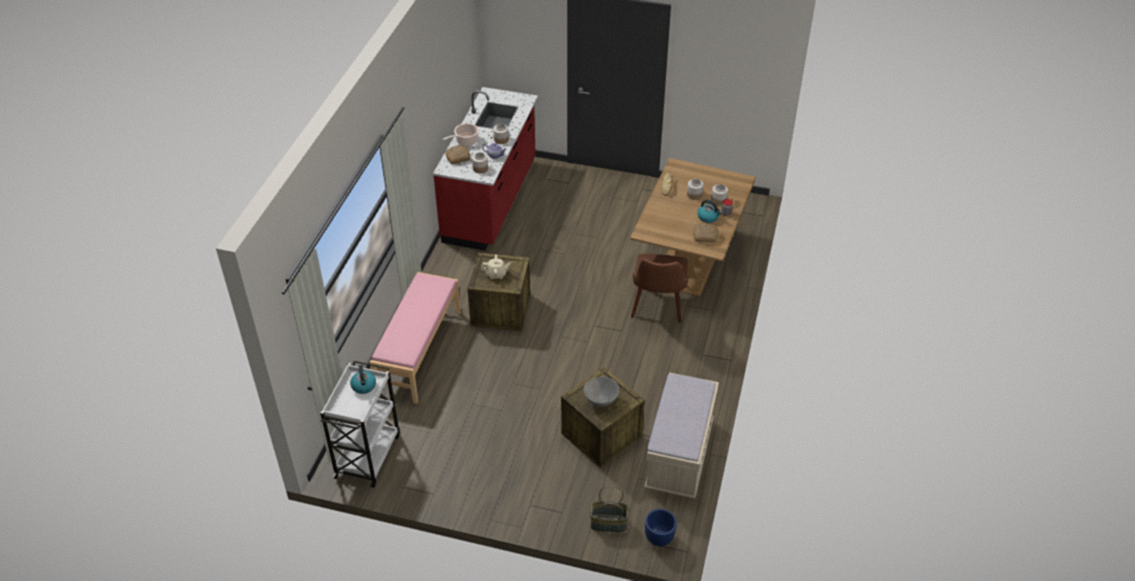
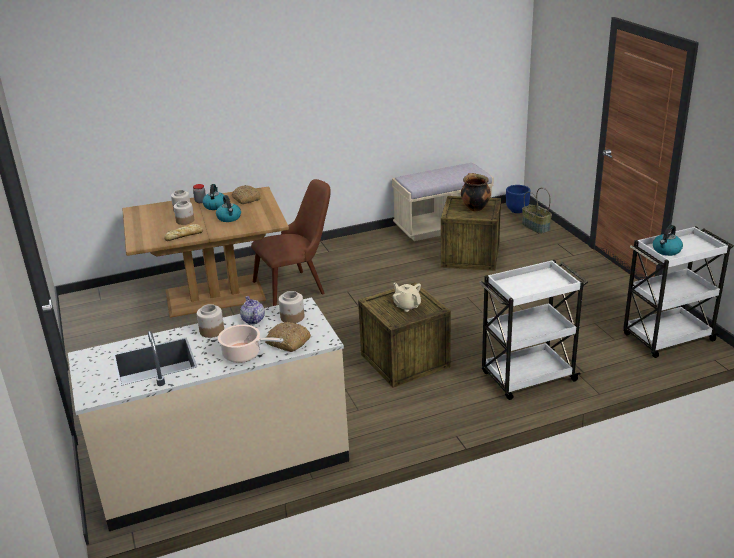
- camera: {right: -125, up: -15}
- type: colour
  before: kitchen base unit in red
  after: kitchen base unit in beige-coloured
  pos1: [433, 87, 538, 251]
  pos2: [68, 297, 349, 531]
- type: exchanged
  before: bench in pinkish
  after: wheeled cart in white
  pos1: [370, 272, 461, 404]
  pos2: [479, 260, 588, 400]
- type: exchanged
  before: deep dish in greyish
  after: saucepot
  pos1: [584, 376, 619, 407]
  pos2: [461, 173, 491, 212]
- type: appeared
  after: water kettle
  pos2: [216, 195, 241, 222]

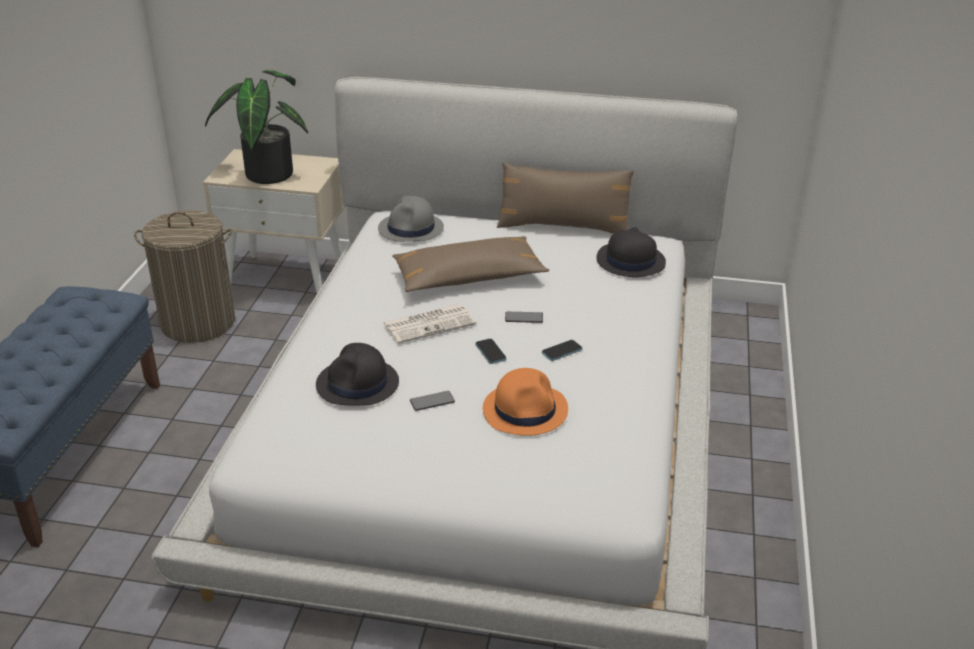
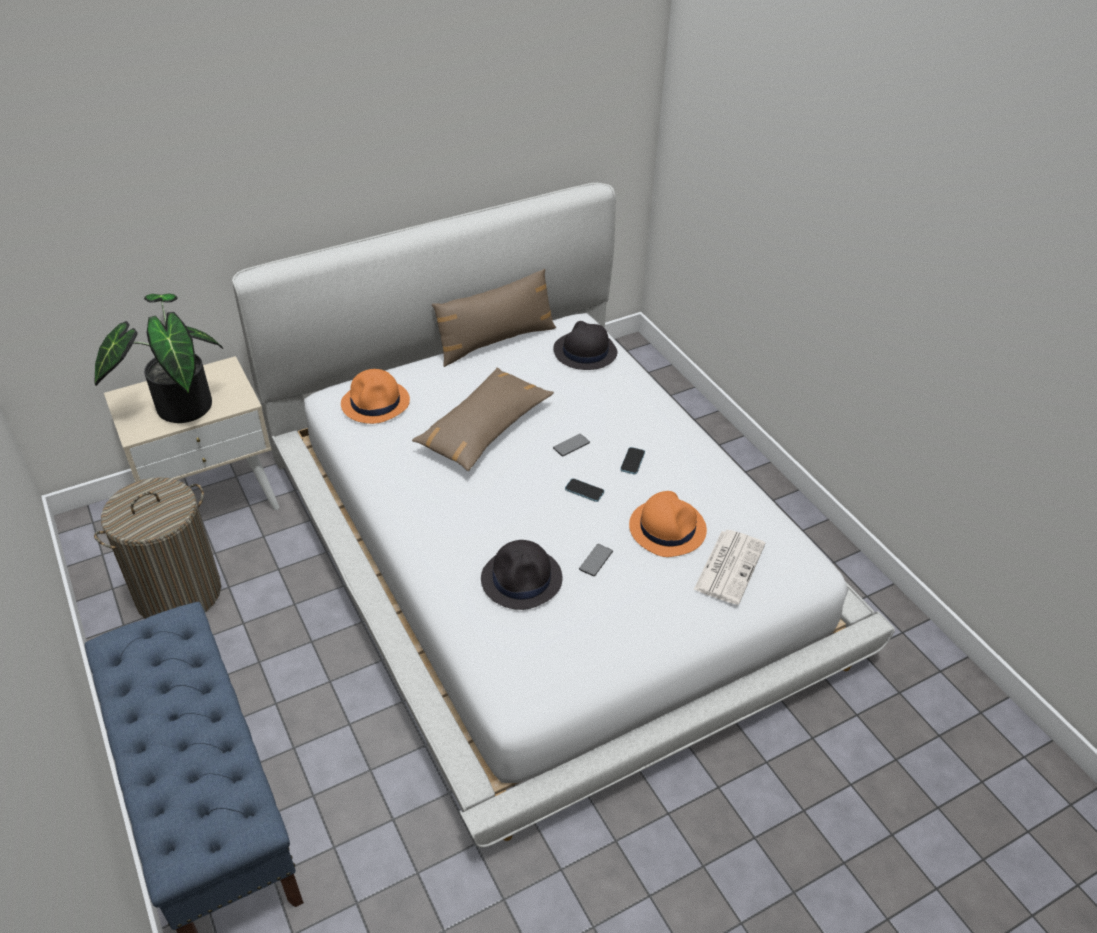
- camera: {right: -40, up: 10}
- type: colour
  before: clothing hat in greyish
  after: clothing hat in orangey
  pos1: [378, 196, 444, 242]
  pos2: [341, 369, 410, 424]
- type: relocated
  before: printed paper
  pos1: [383, 304, 477, 344]
  pos2: [693, 530, 765, 605]

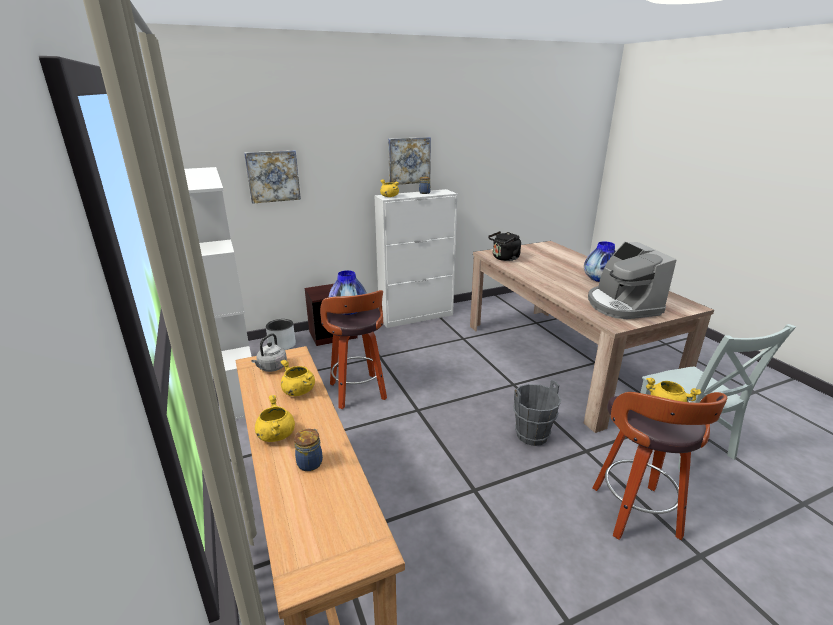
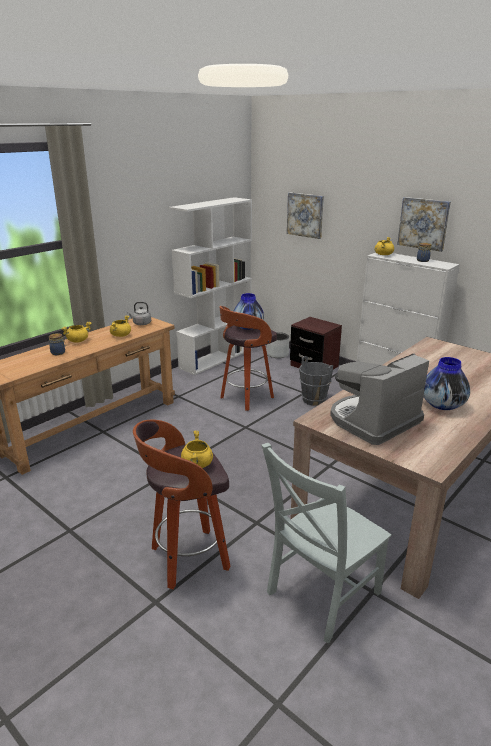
- camera: {right: 65, up: 0}
- type: missing
  before: water kettle in black
  pos1: [488, 231, 521, 261]
- type: relocated
  before: water bucket in greyish
  pos1: [513, 380, 561, 446]
  pos2: [299, 356, 333, 406]

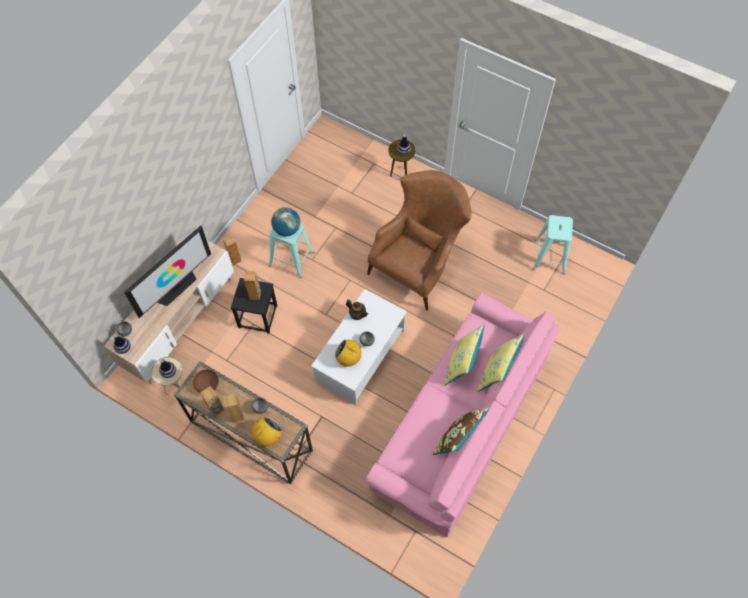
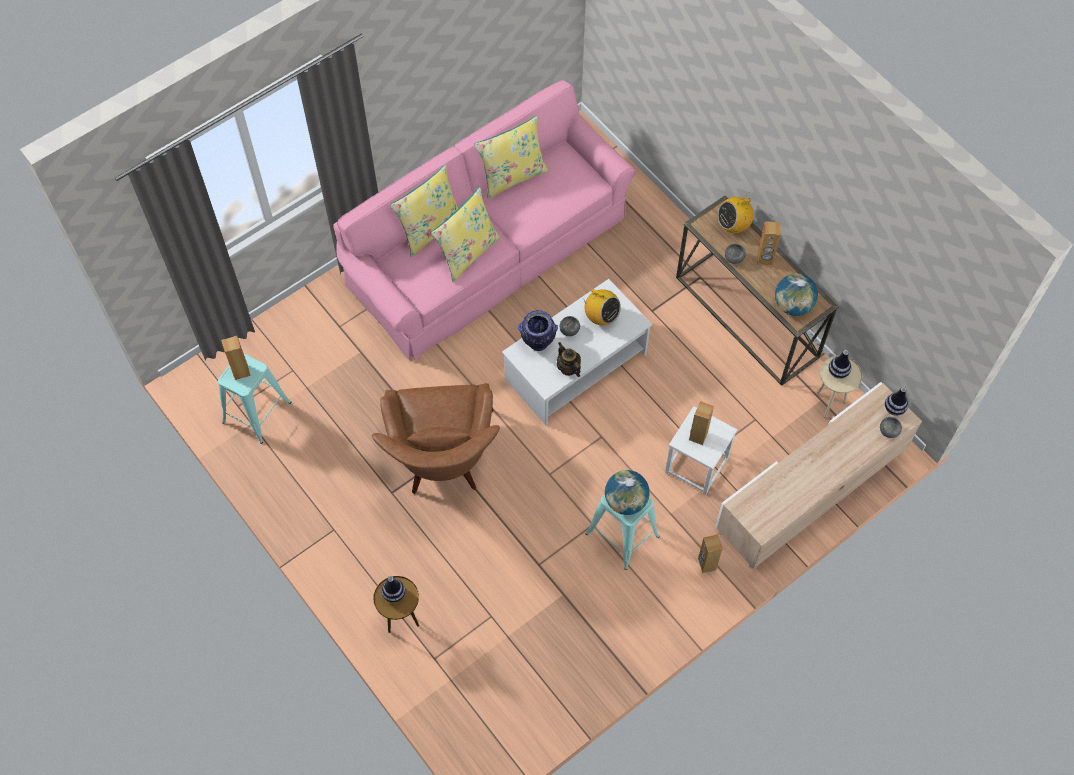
- camera: {right: -160, up: 0}
- type: spun
  before: armchair in brown
  pos1: [367, 170, 472, 311]
  pos2: [372, 383, 500, 494]
  turn: -60
- type: missing
  before: TV
  pos1: [124, 226, 211, 318]
- type: colour
  before: stool in black
  after: stool in white
  pos1: [231, 278, 277, 334]
  pos2: [665, 406, 737, 495]
- type: exchanged
  before: deep dish in brown
  after: globe
  pos1: [193, 369, 219, 393]
  pos2: [775, 273, 818, 316]
- type: relocated
  before: audio speaker in brown
  pos1: [200, 386, 224, 417]
  pos2: [221, 336, 251, 380]
- type: colour
  before: cushion in brown
  after: cushion in yellow-coloured
  pos1: [433, 408, 489, 455]
  pos2: [474, 116, 548, 199]
- type: appeared
  after: vase
  pos2: [518, 310, 558, 351]

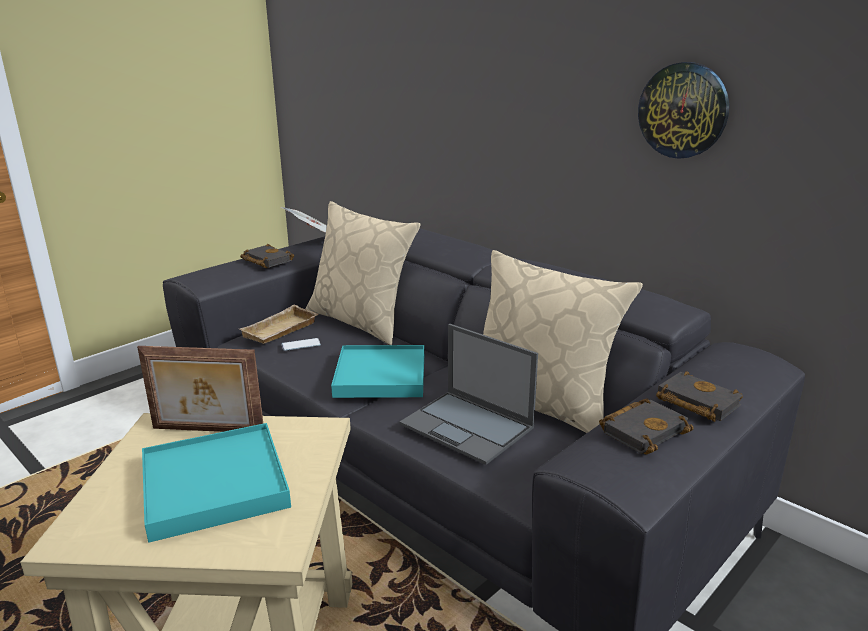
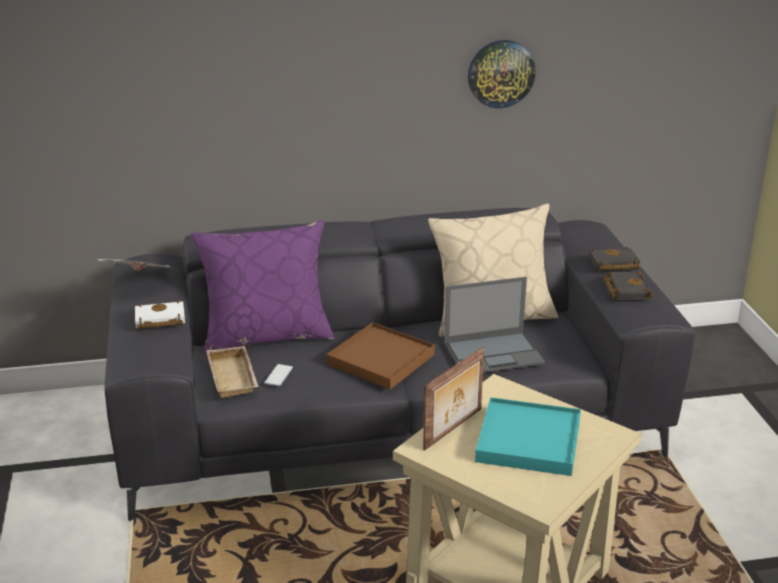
- camera: {right: -55, up: 5}
- type: colour
  before: cushion in beige-coloured
  after: cushion in purple-coloured
  pos1: [306, 201, 421, 345]
  pos2: [191, 220, 334, 354]
- type: colour
  before: book in black
  after: book in white
  pos1: [240, 244, 294, 268]
  pos2: [135, 300, 185, 330]
- type: colour
  before: serving tray in turquoise
  after: serving tray in brown
  pos1: [331, 345, 424, 398]
  pos2: [326, 322, 435, 389]

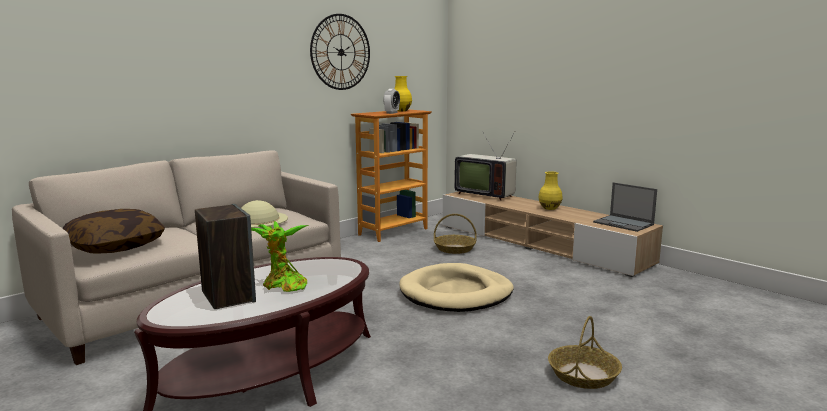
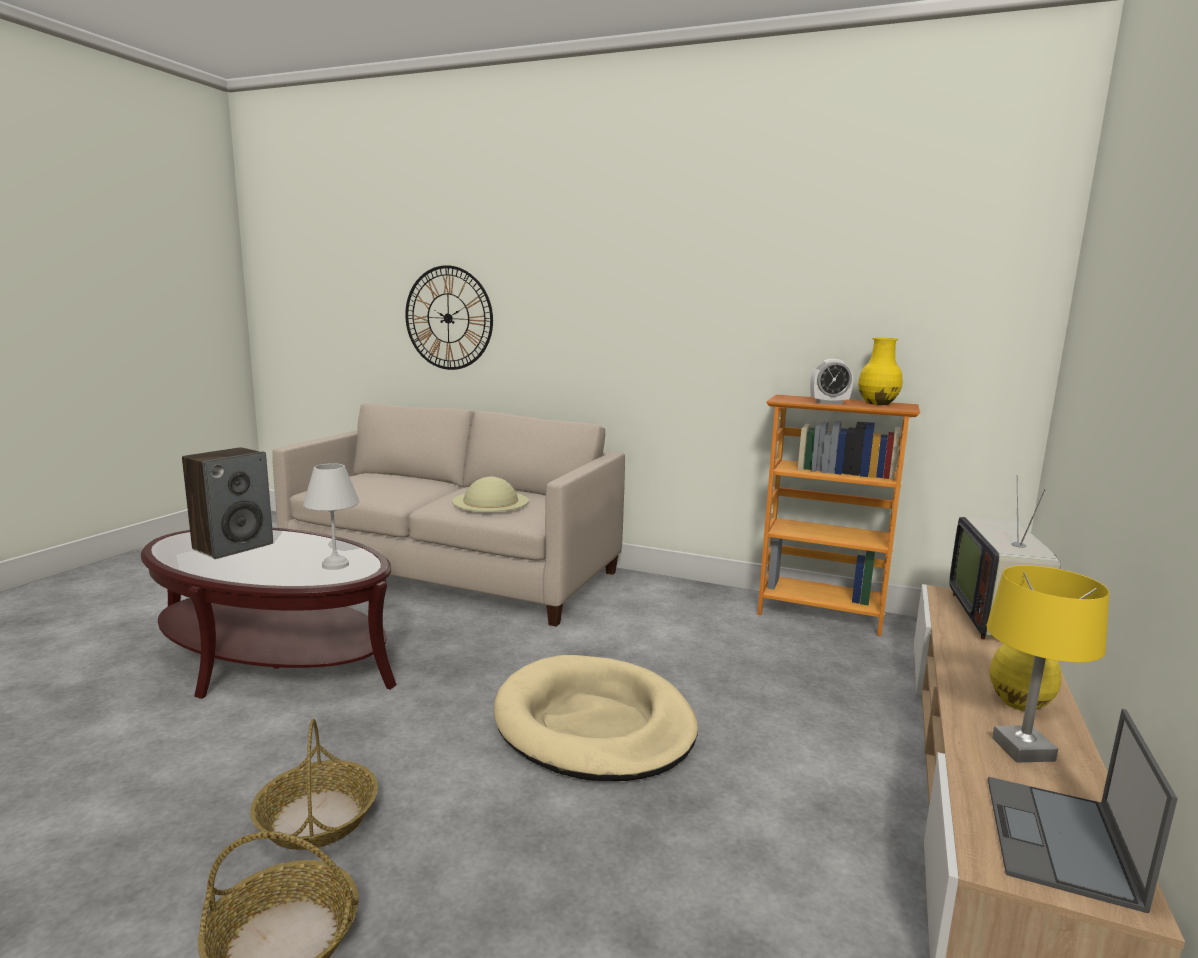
- camera: {right: 65, up: 0}
- type: relocated
  before: wall clock
  pos1: [310, 14, 370, 90]
  pos2: [405, 265, 493, 370]
- type: missing
  before: cushion
  pos1: [62, 209, 165, 254]
- type: relocated
  before: storage basket
  pos1: [434, 214, 477, 254]
  pos2: [250, 719, 378, 850]
- type: missing
  before: houseplant
  pos1: [251, 221, 309, 292]
- type: appeared
  after: table lamp in white
  pos2: [303, 463, 360, 570]
- type: appeared
  after: table lamp in yellow-coloured
  pos2: [986, 565, 1109, 762]

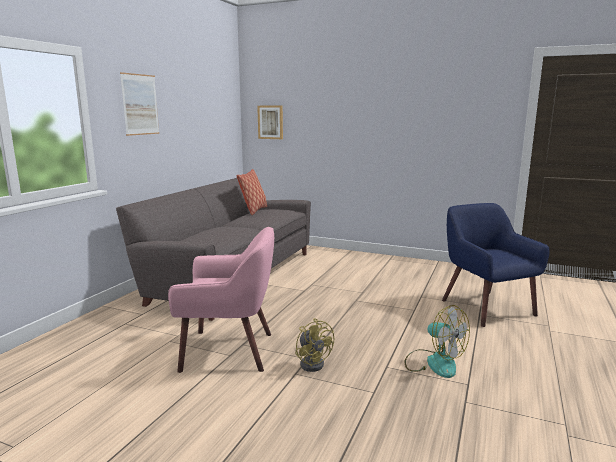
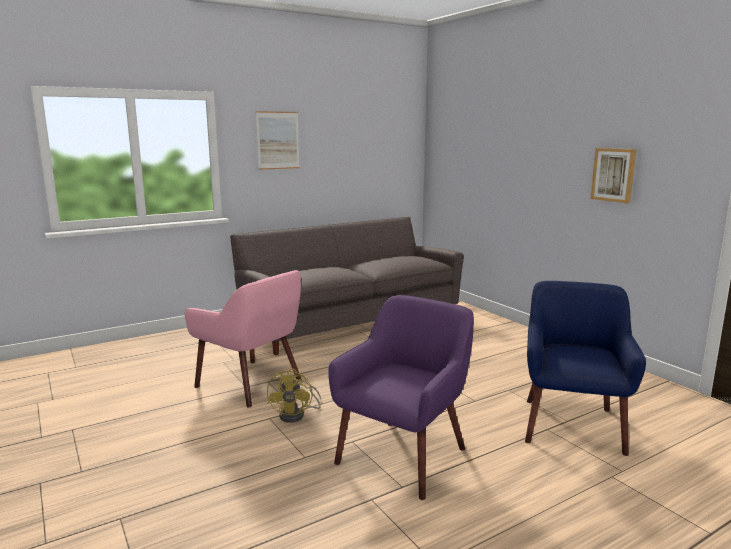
- camera: {right: 35, up: 0}
- type: relocated
  before: wall picture
  pos1: [257, 106, 283, 139]
  pos2: [591, 148, 636, 203]
- type: missing
  before: cushion
  pos1: [237, 169, 267, 215]
- type: exchanged
  before: electric fan
  after: armchair in purple-coloured
  pos1: [405, 305, 470, 378]
  pos2: [328, 295, 474, 500]

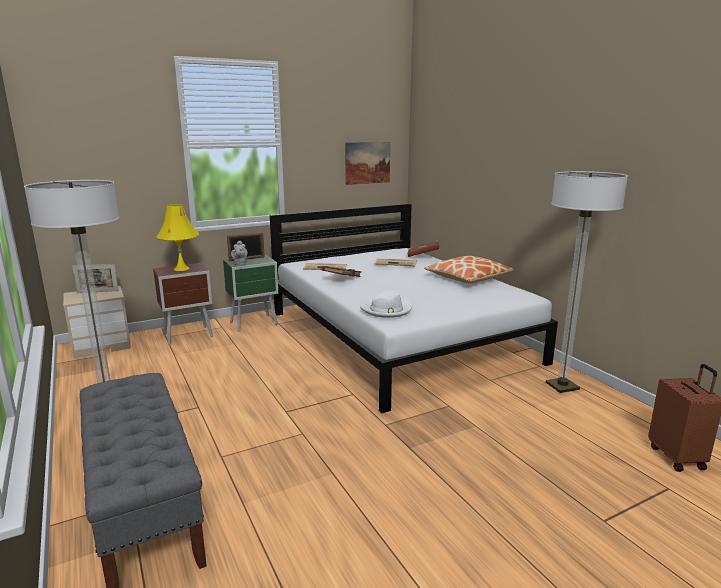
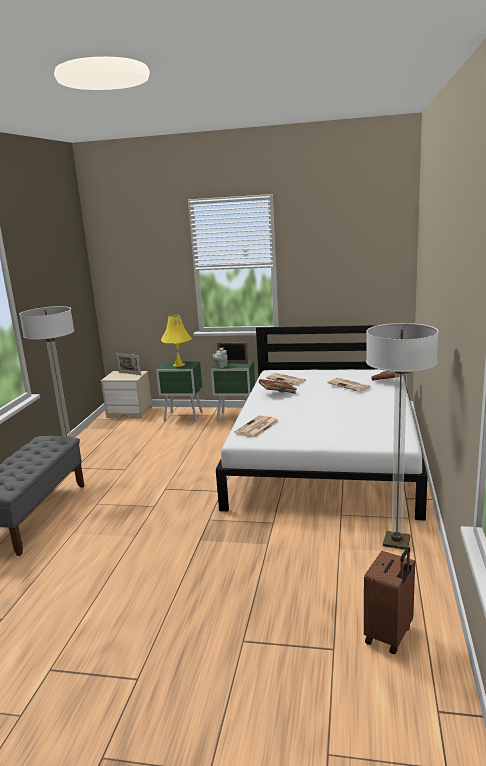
- camera: {right: 40, up: 0}
- type: missing
  before: wall picture
  pos1: [345, 142, 390, 185]
- type: missing
  before: cushion
  pos1: [424, 256, 515, 284]
- type: colour
  before: nightstand in brown
  after: nightstand in greenish
  pos1: [153, 263, 213, 345]
  pos2: [156, 361, 203, 422]
- type: exchanged
  before: clothing hat in white
  after: printed paper
  pos1: [360, 290, 412, 318]
  pos2: [234, 415, 279, 438]

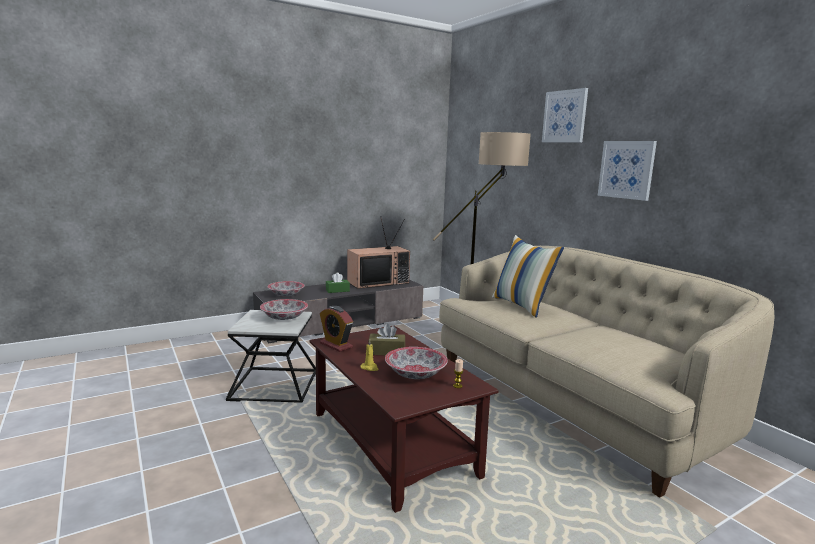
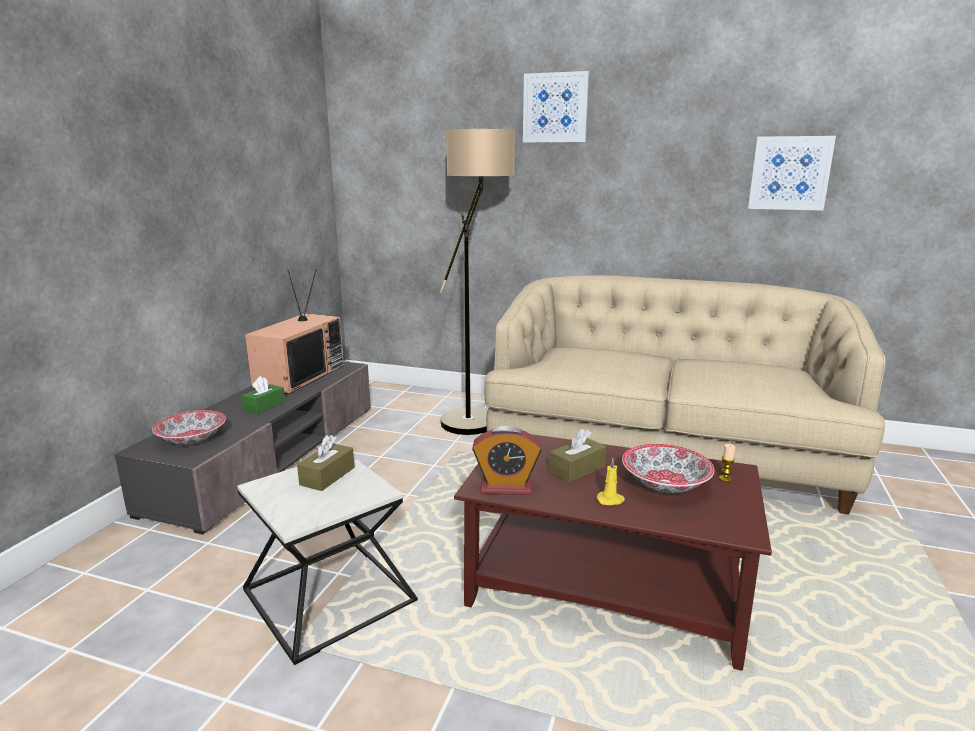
- camera: {right: -40, up: 5}
- type: relocated
  before: wall picture
  pos1: [598, 141, 657, 201]
  pos2: [748, 136, 836, 210]
- type: missing
  before: cushion
  pos1: [492, 235, 564, 318]
- type: exchanged
  before: deep dish
  after: box of tissues in brown
  pos1: [260, 299, 308, 320]
  pos2: [297, 435, 355, 491]

